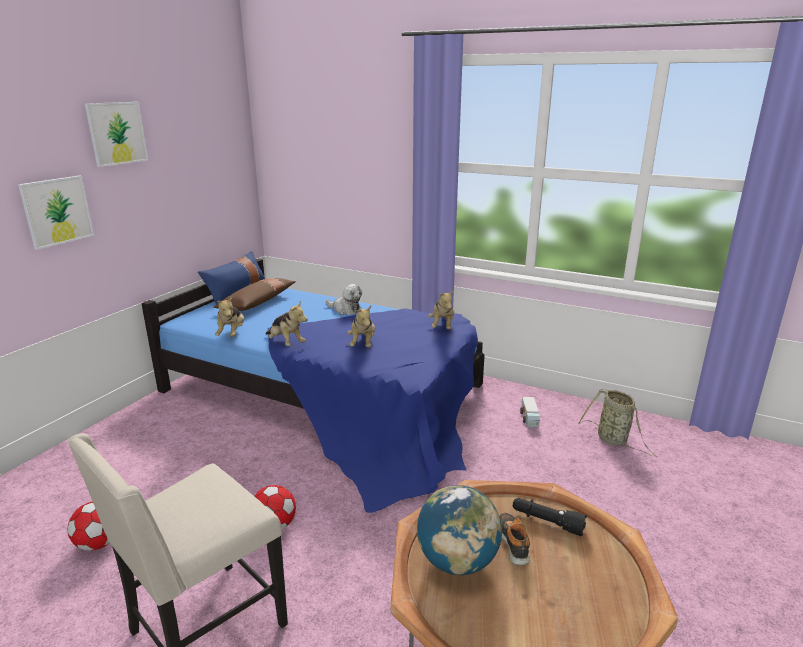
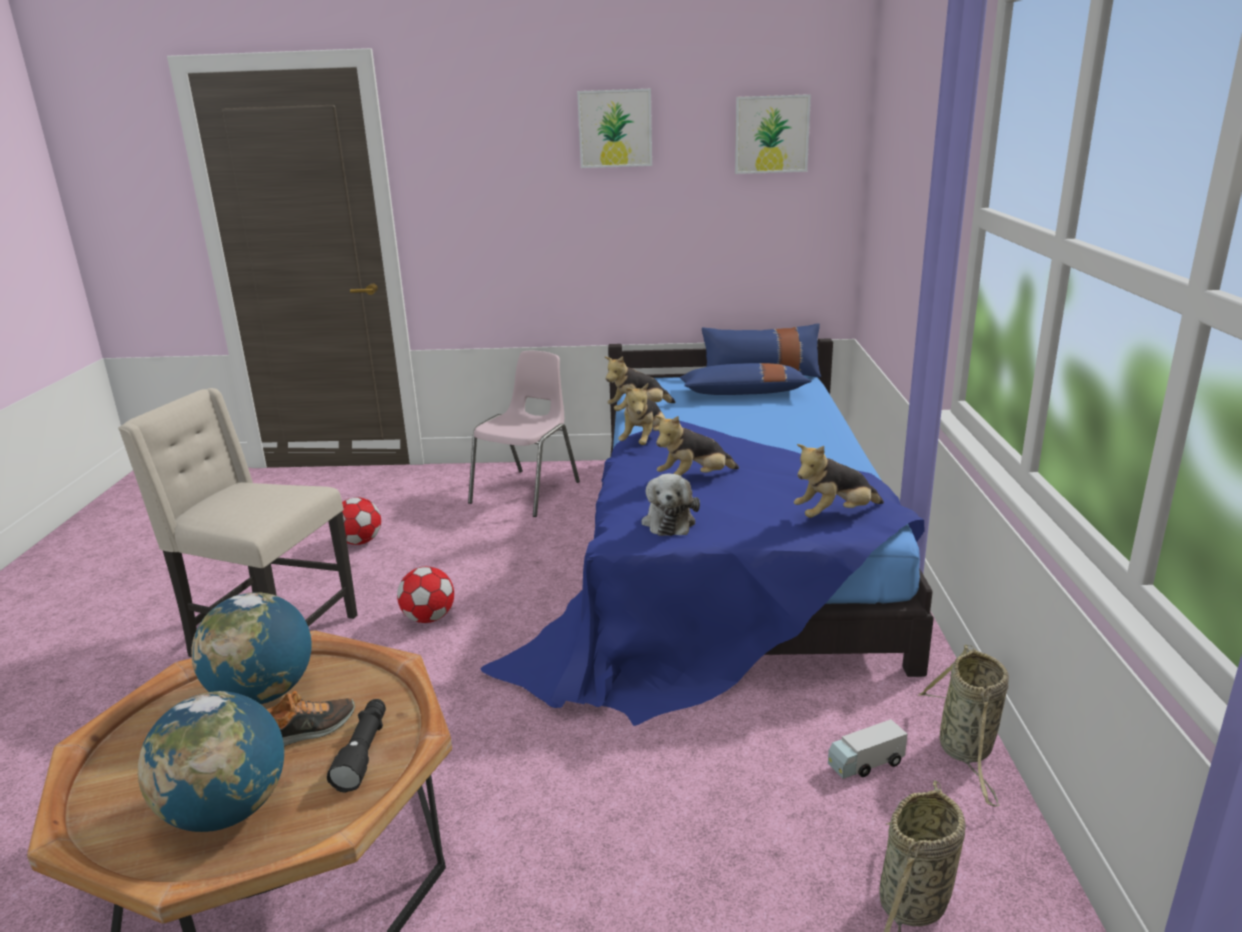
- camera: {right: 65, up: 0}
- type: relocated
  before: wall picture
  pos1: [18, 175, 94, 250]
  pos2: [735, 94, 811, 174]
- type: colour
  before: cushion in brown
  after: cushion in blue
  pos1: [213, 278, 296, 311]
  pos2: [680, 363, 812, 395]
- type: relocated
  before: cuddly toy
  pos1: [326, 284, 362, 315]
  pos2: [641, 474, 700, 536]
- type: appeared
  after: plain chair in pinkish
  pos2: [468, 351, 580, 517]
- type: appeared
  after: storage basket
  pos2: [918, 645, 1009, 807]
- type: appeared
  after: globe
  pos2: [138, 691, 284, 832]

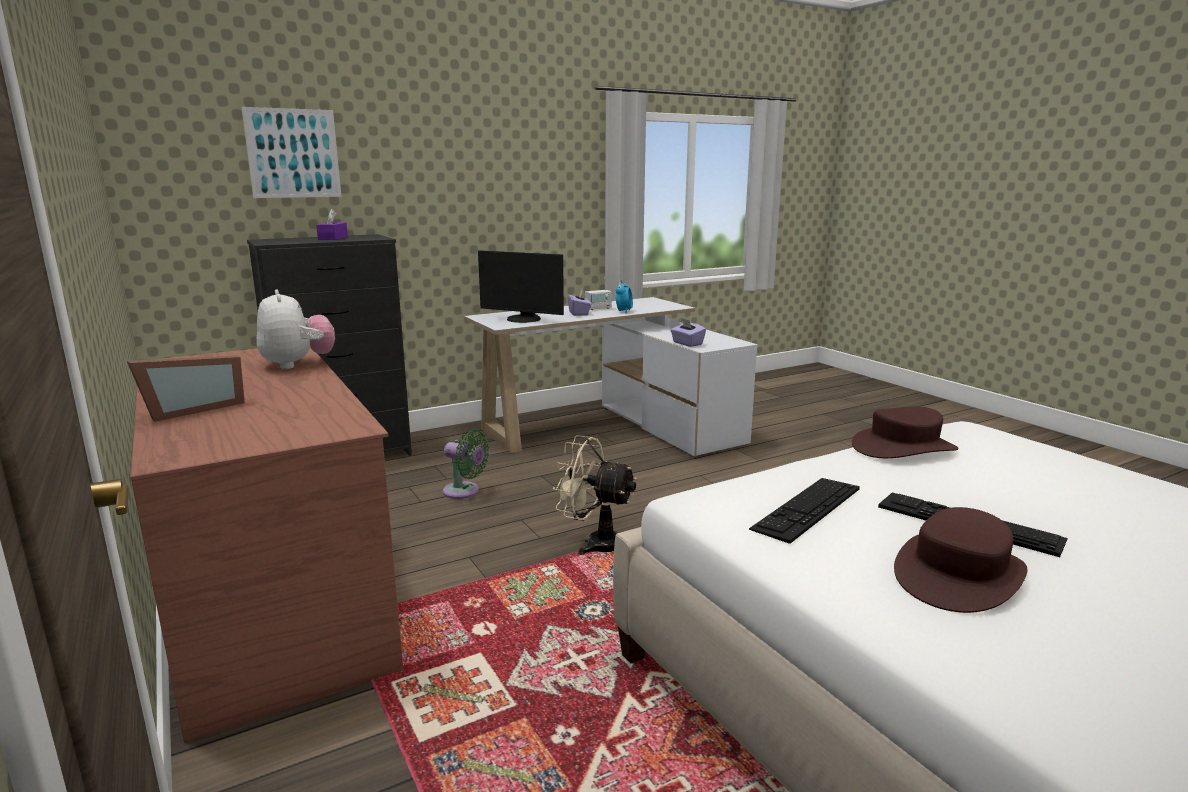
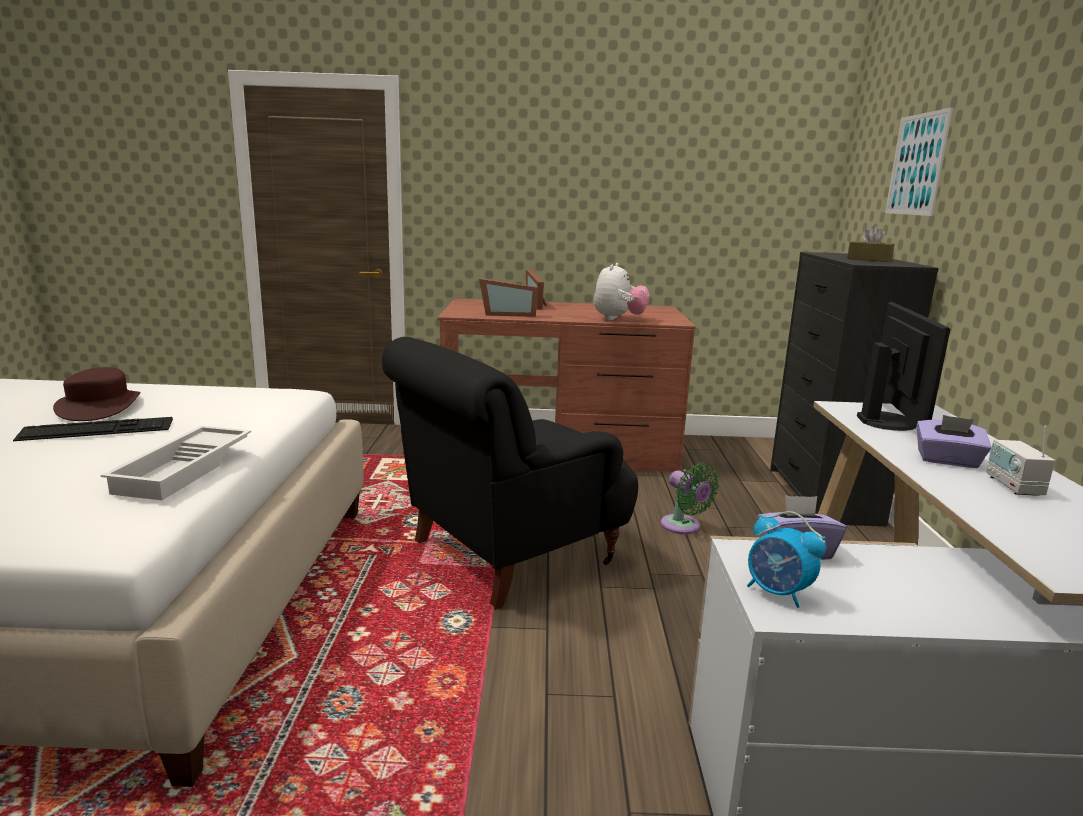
- camera: {right: 120, up: 0}
- type: colour
  before: box of tissues in purple-coloured
  after: box of tissues in brown
  pos1: [316, 209, 348, 240]
  pos2: [847, 226, 894, 262]
- type: spun
  before: computer screen
  pos1: [478, 250, 564, 323]
  pos2: [857, 302, 951, 431]
  turn: 135
- type: relocated
  before: bedside clock
  pos1: [615, 280, 633, 314]
  pos2: [747, 511, 826, 608]
- type: spun
  before: cuddly toy
  pos1: [257, 289, 335, 369]
  pos2: [594, 263, 649, 321]
  turn: -75
- type: exchanged
  before: clothing hat in brown
  after: serving tray in white
  pos1: [852, 406, 959, 458]
  pos2: [101, 426, 251, 500]
- type: spun
  before: electric fan in greenish
  pos1: [443, 430, 489, 499]
  pos2: [661, 462, 719, 534]
  turn: -90
- type: exchanged
  before: electric fan in beige-coloured
  after: armchair in black
  pos1: [553, 435, 637, 555]
  pos2: [382, 337, 638, 610]
- type: missing
  before: computer keyboard
  pos1: [749, 478, 860, 544]
- type: appeared
  after: picture frame
  pos2: [479, 278, 538, 317]

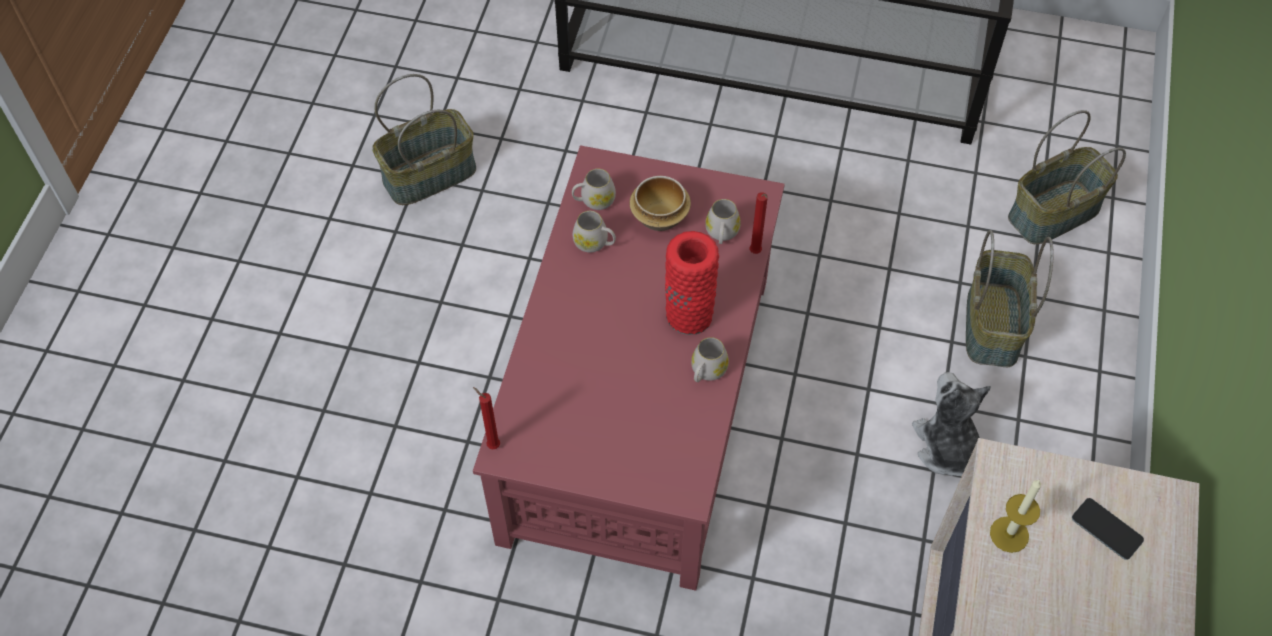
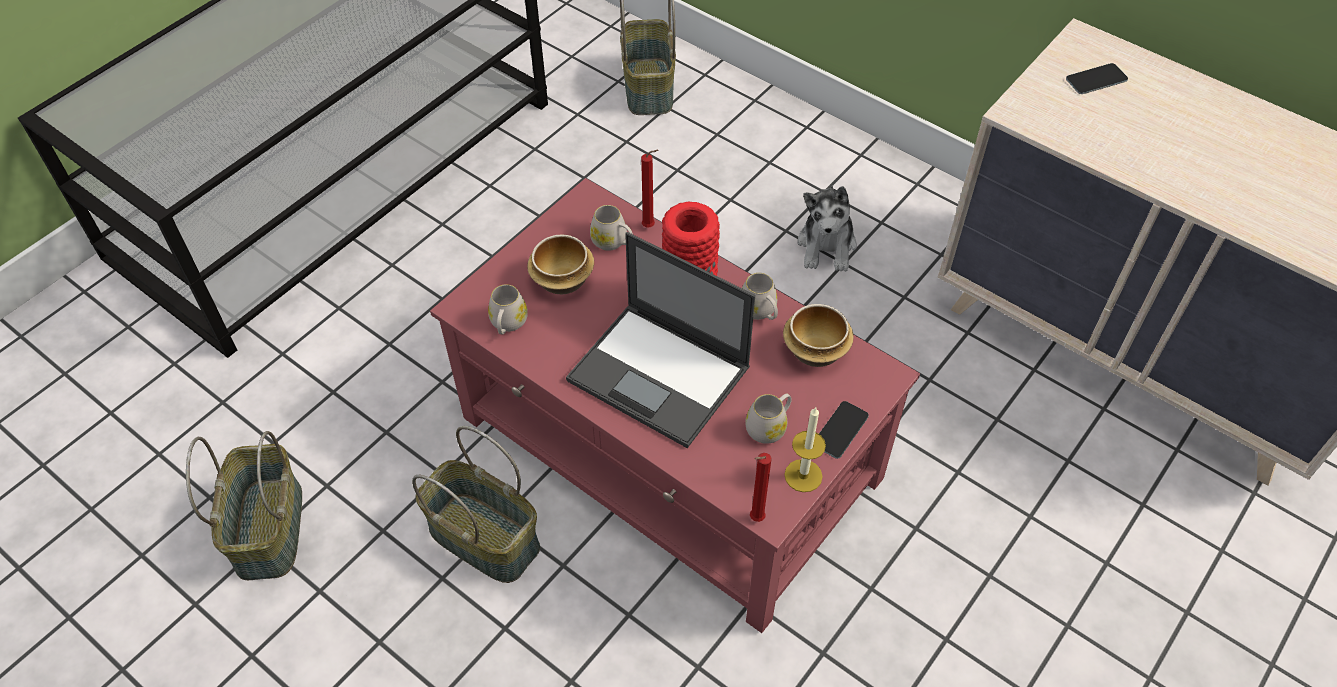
- camera: {right: -65, up: -5}
- type: relocated
  before: mug in white
  pos1: [573, 211, 616, 253]
  pos2: [745, 394, 792, 444]
- type: relocated
  before: storage basket
  pos1: [966, 230, 1054, 367]
  pos2: [412, 426, 540, 583]
- type: spun
  before: cuddly toy
  pos1: [912, 372, 991, 476]
  pos2: [797, 185, 857, 272]
  turn: -90
- type: relocated
  before: wax candle
  pos1: [990, 479, 1041, 553]
  pos2: [784, 406, 826, 492]
- type: appeared
  after: notebook computer
  pos2: [566, 232, 755, 448]
- type: appeared
  after: deep dish
  pos2: [783, 304, 854, 367]
- type: appeared
  after: handset
  pos2: [819, 401, 869, 459]

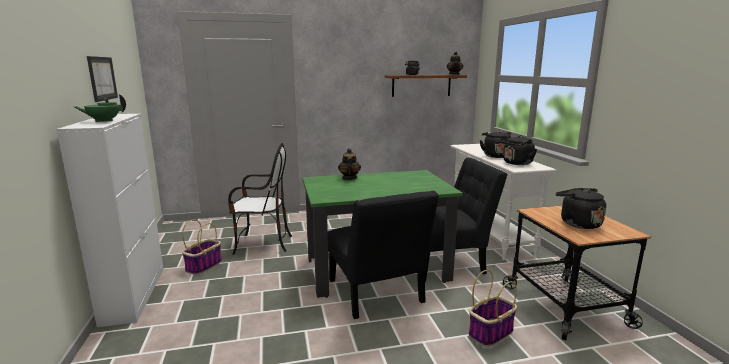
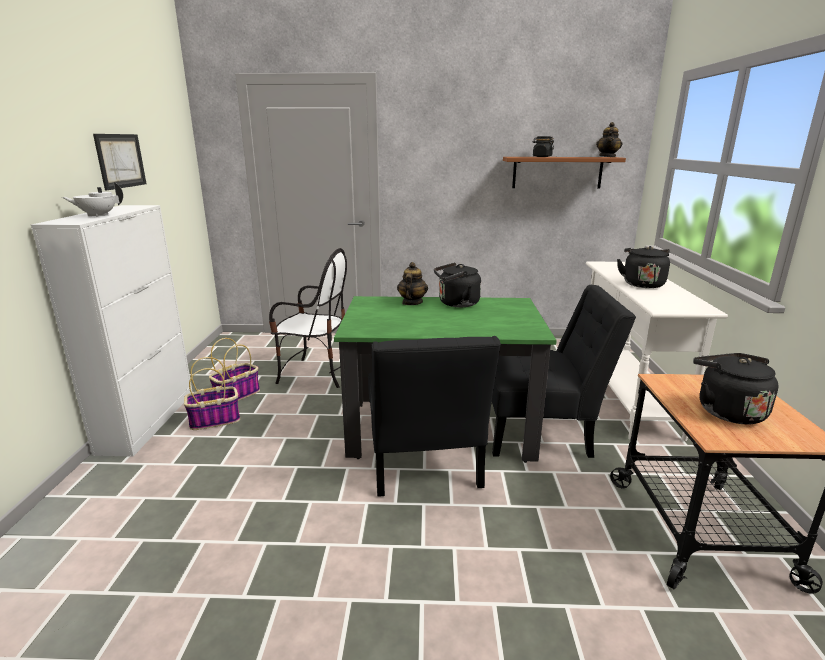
- camera: {right: 15, up: 5}
- type: colour
  before: tea pot in greenish
  after: tea pot in white
  pos1: [75, 94, 126, 122]
  pos2: [62, 182, 123, 217]
- type: relocated
  before: water kettle in black
  pos1: [499, 135, 537, 165]
  pos2: [434, 263, 481, 307]
- type: relocated
  before: storage basket
  pos1: [469, 270, 517, 347]
  pos2: [184, 357, 240, 430]

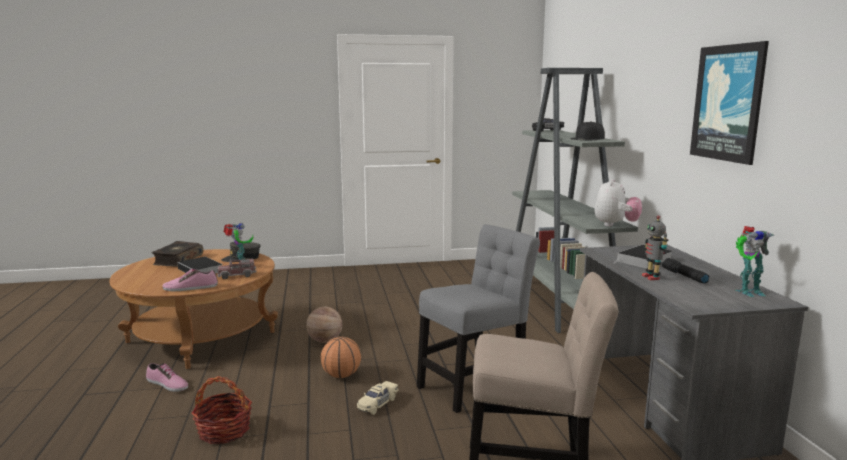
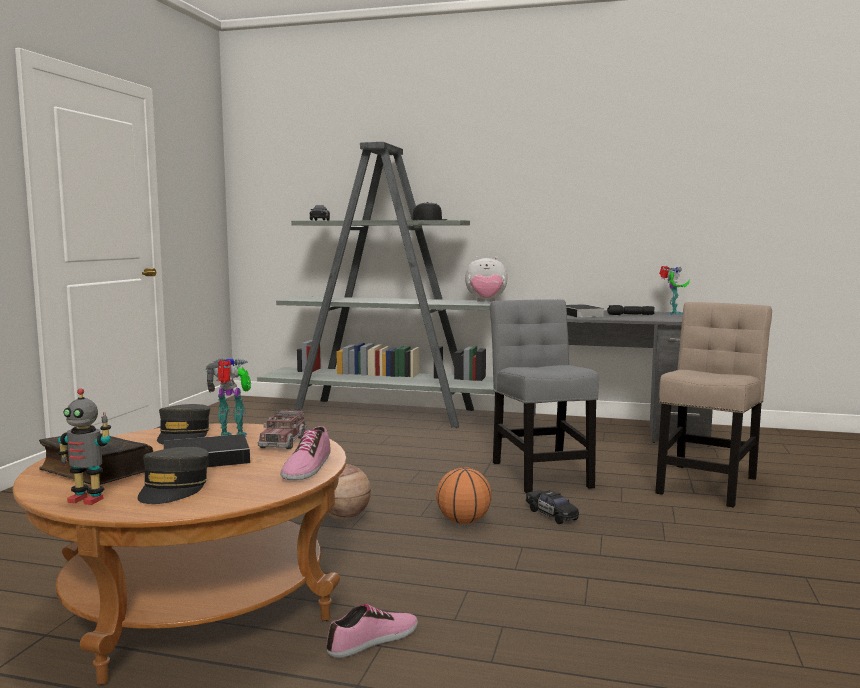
- camera: {right: -65, up: -5}
- type: missing
  before: wall picture
  pos1: [690, 41, 769, 165]
- type: spun
  before: cuddly toy
  pos1: [594, 178, 642, 227]
  pos2: [465, 256, 508, 302]
  turn: 135
- type: relocated
  before: robot figure
  pos1: [642, 216, 669, 280]
  pos2: [58, 389, 111, 505]
- type: missing
  before: storage basket
  pos1: [191, 376, 252, 444]
- type: colour
  before: miniature car in beige-coloured
  after: miniature car in black
  pos1: [357, 381, 398, 415]
  pos2: [526, 490, 579, 524]
- type: appeared
  after: cap in greyish
  pos2: [137, 447, 209, 504]

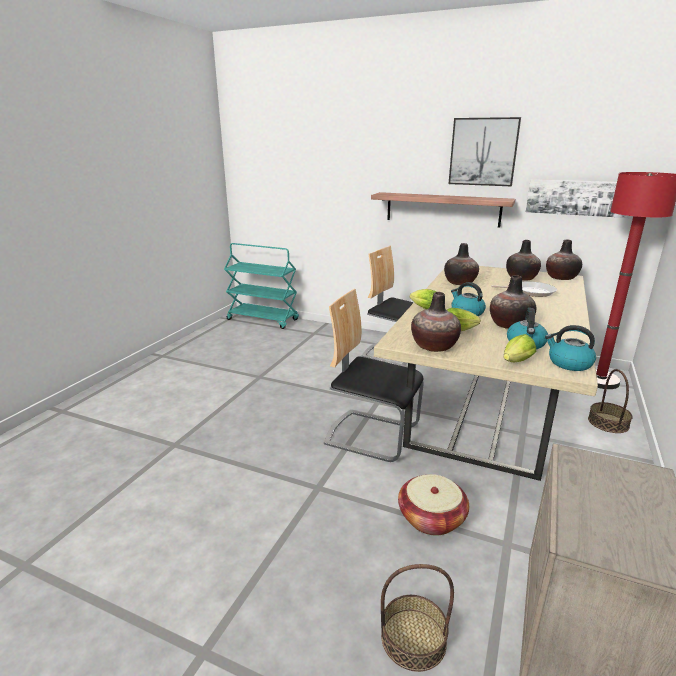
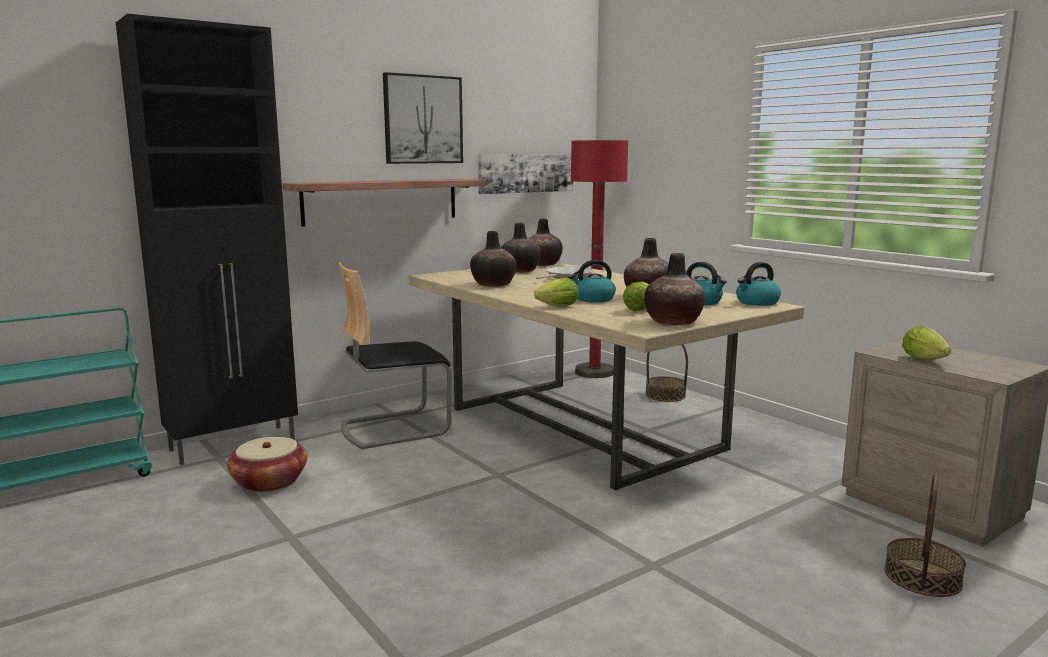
- camera: {right: -60, up: -10}
- type: missing
  before: plain chair
  pos1: [324, 289, 424, 462]
- type: relocated
  before: lettuce head
  pos1: [504, 334, 536, 362]
  pos2: [902, 326, 951, 360]
- type: relocated
  before: storage basket
  pos1: [398, 474, 469, 536]
  pos2: [227, 437, 307, 492]
- type: appeared
  after: cupboard in black
  pos2: [116, 14, 298, 465]

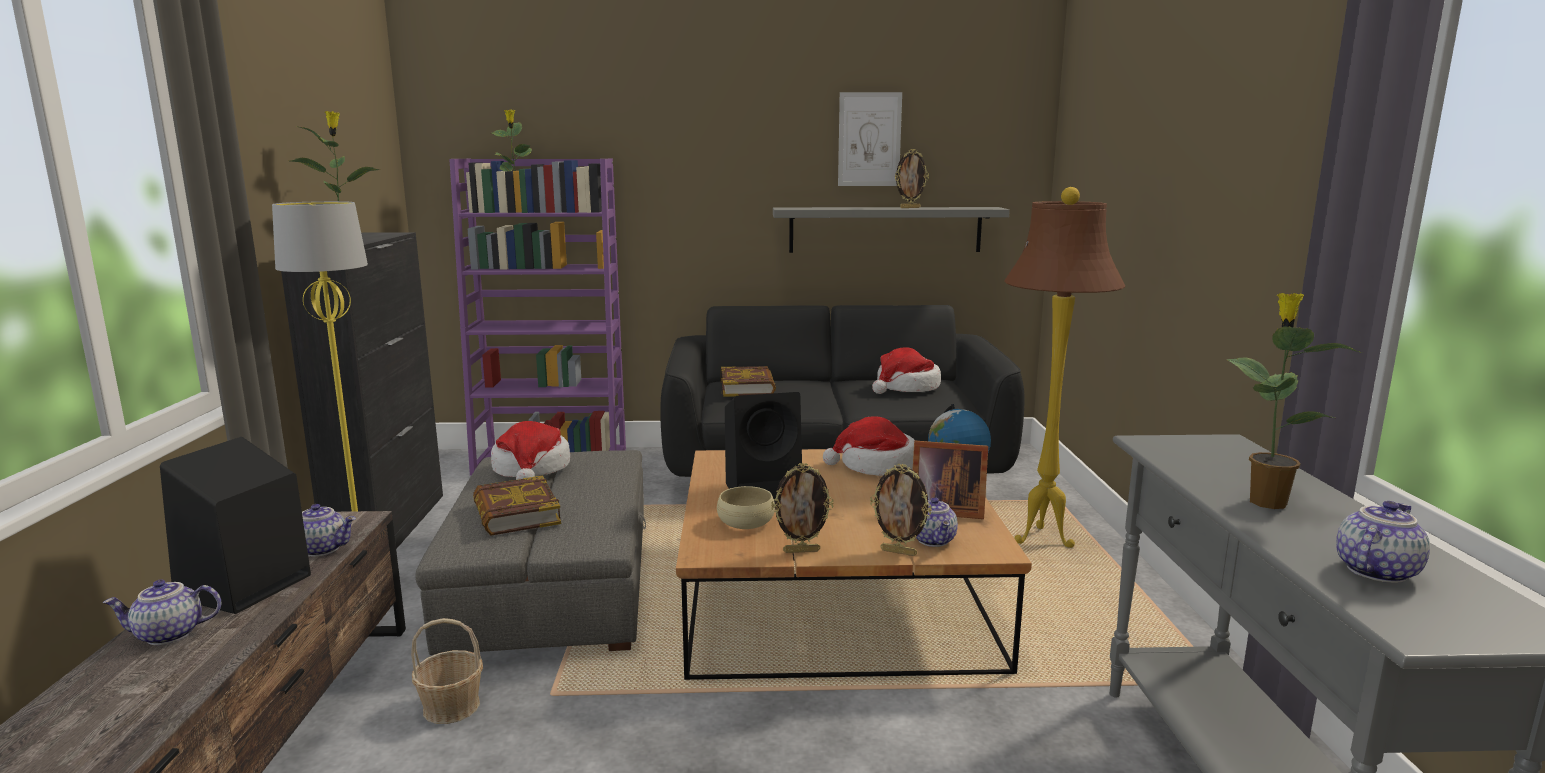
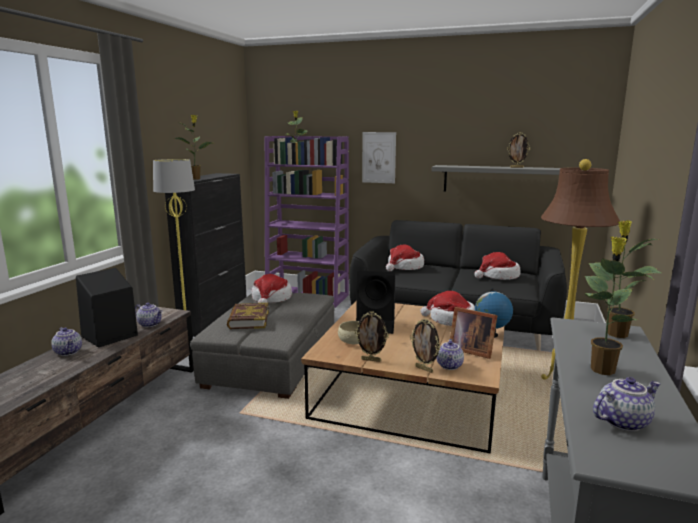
- camera: {right: 20, up: 0}
- type: relocated
  before: wall picture
  pos1: [838, 92, 902, 186]
  pos2: [362, 132, 396, 183]
- type: exchanged
  before: book
  after: clothing hat
  pos1: [721, 366, 776, 397]
  pos2: [386, 245, 424, 271]
- type: spun
  before: tea pot
  pos1: [103, 580, 221, 645]
  pos2: [51, 327, 82, 356]
  turn: -135
- type: missing
  before: storage basket
  pos1: [411, 618, 483, 724]
- type: appeared
  after: houseplant
  pos2: [588, 220, 661, 338]

